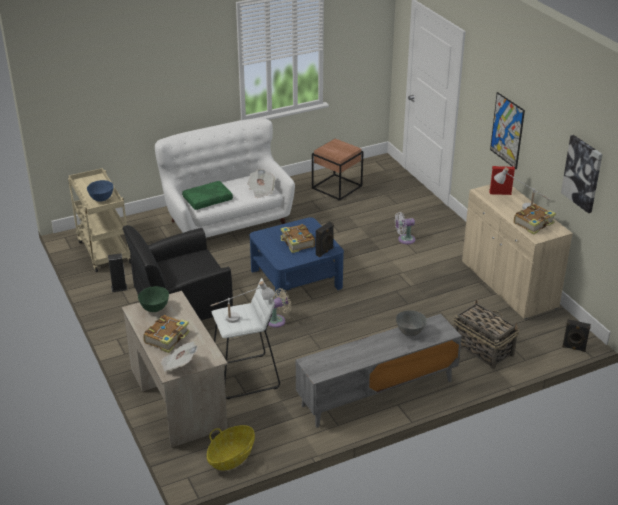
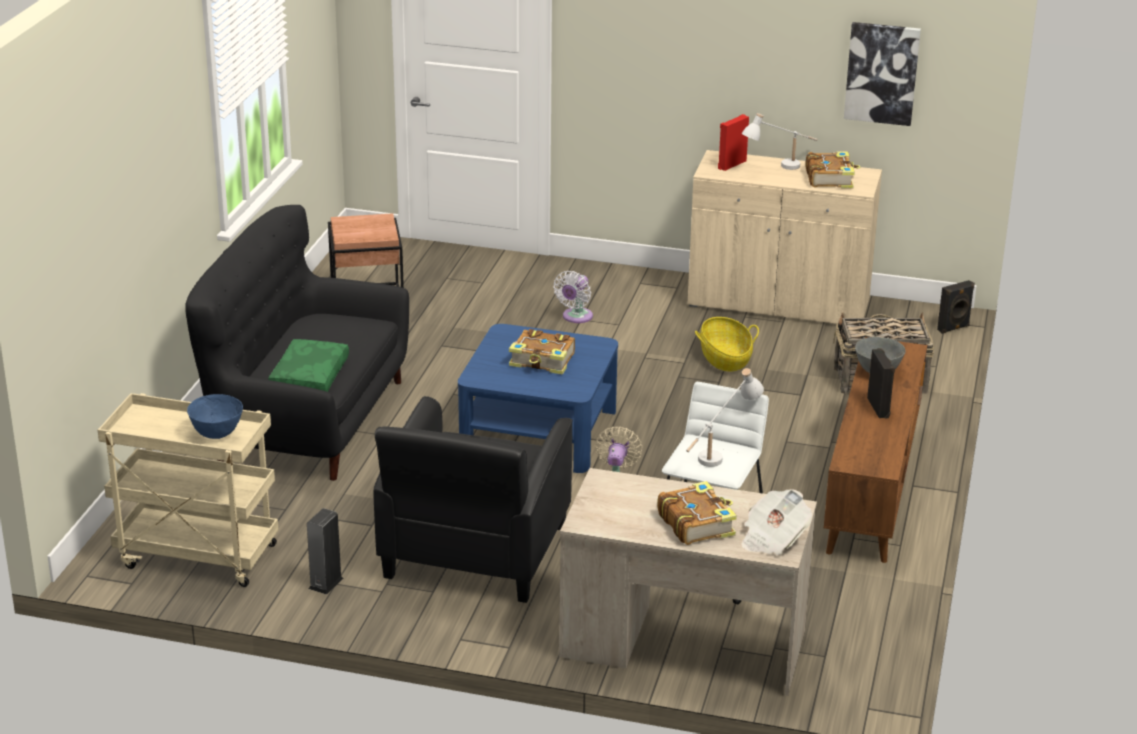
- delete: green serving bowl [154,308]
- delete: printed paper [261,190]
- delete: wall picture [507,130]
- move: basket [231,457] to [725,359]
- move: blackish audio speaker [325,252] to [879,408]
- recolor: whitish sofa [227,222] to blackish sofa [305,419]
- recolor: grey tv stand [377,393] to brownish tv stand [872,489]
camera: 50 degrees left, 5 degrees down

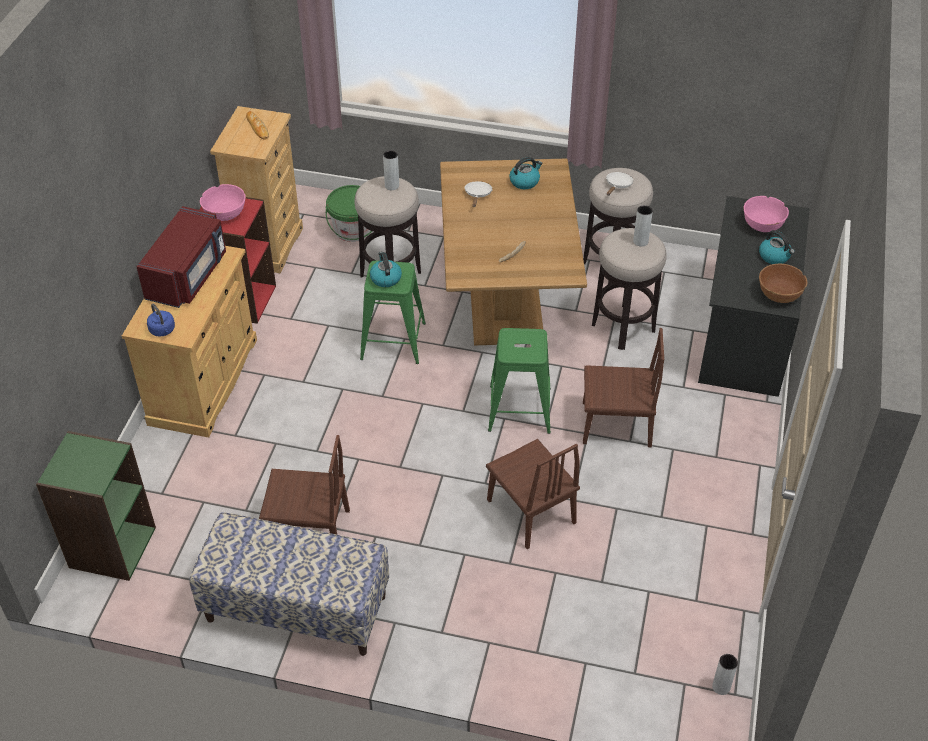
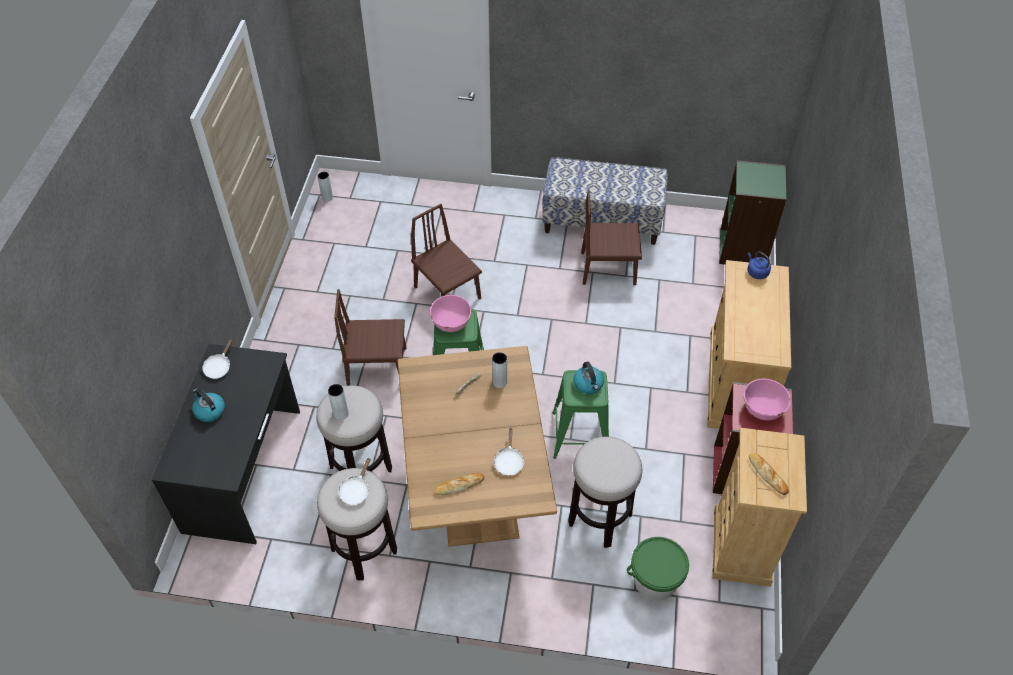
- delete: red microwave oven [188,276]
- move: grey flower vase [392,186] to [499,382]
- move: pinkish serving bowl [762,225] to [451,322]
- replace: water kettle [524,181] to baked bread [459,485]
- replace: brownish serving bowl [779,294] to whitish skillet [219,366]
camera: 175 degrees right, 5 degrees up

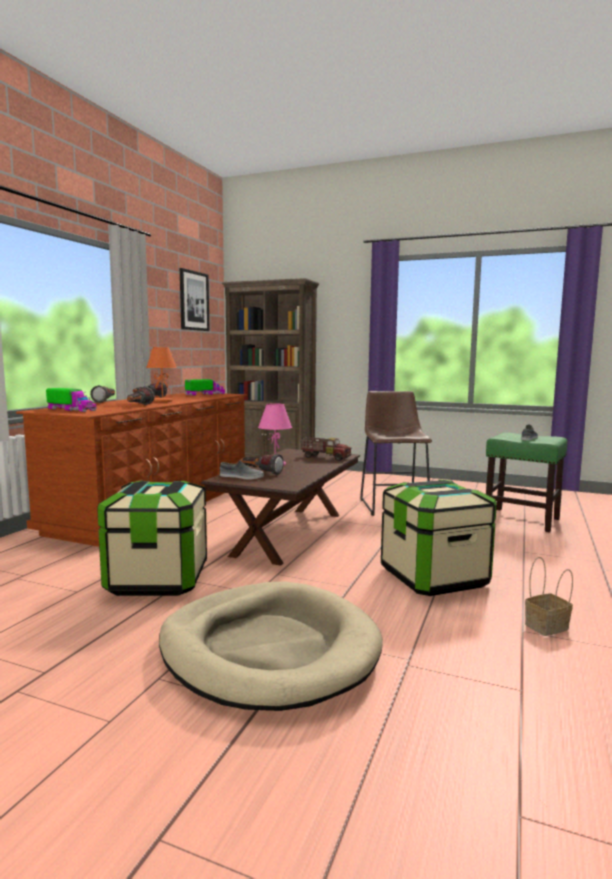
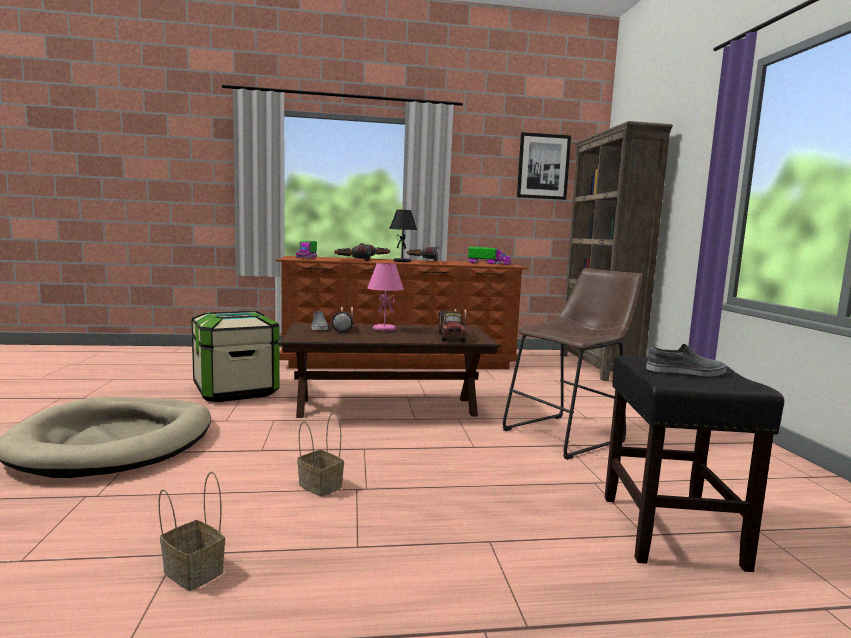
- replace: storage box [434,577] to basket [318,486]
- recolor: orange-coloured lamp for a table [163,401] to blackish lamp for a table [402,261]
- recolor: green sitting stool [520,519] to blackish sitting stool [668,529]
camera: 60 degrees right, 0 degrees up

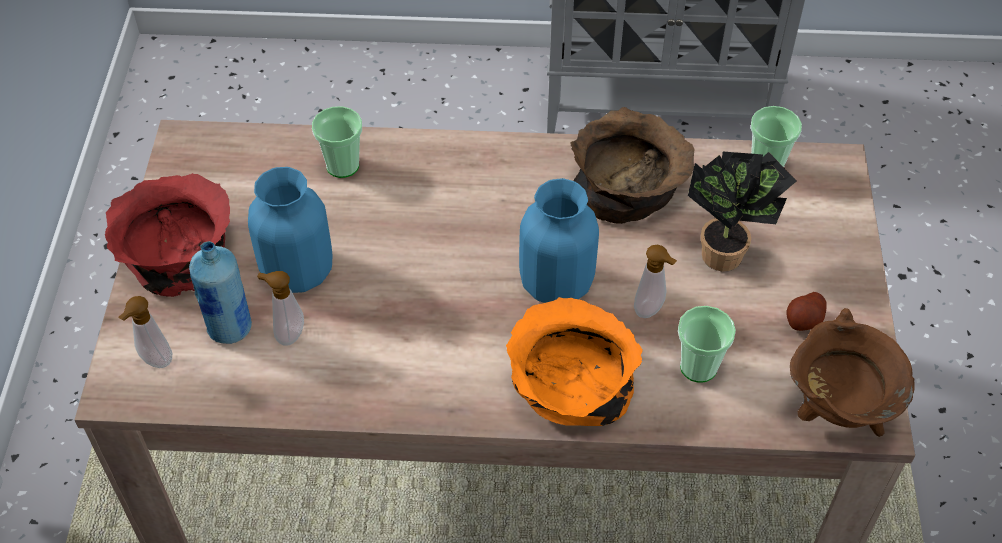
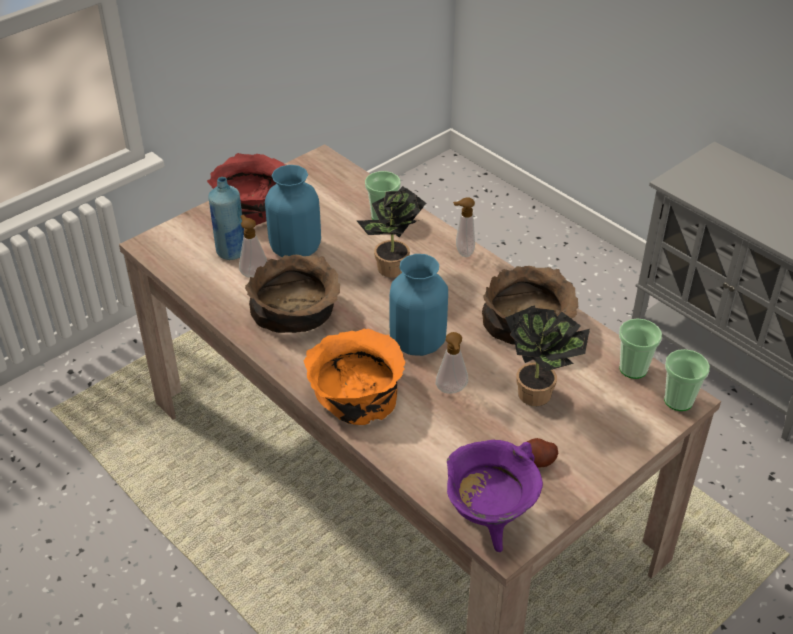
- insert: brownish serving bowl [296,312]
- insert: plant in a pot [393,271]
- move: soap dispenser [154,361] to [462,252]
- move: cup [698,367] to [678,401]
- recolor: brownish saucepot [837,412] to purplish saucepot [489,520]
camera: 45 degrees right, 10 degrees down

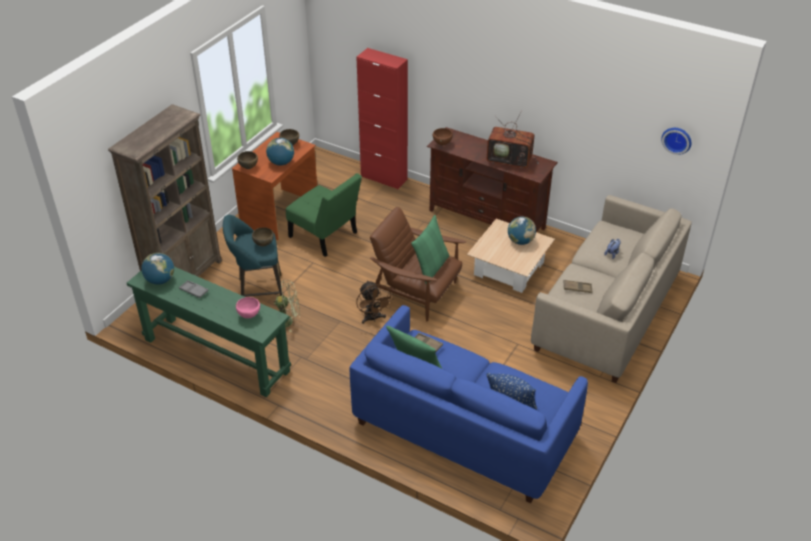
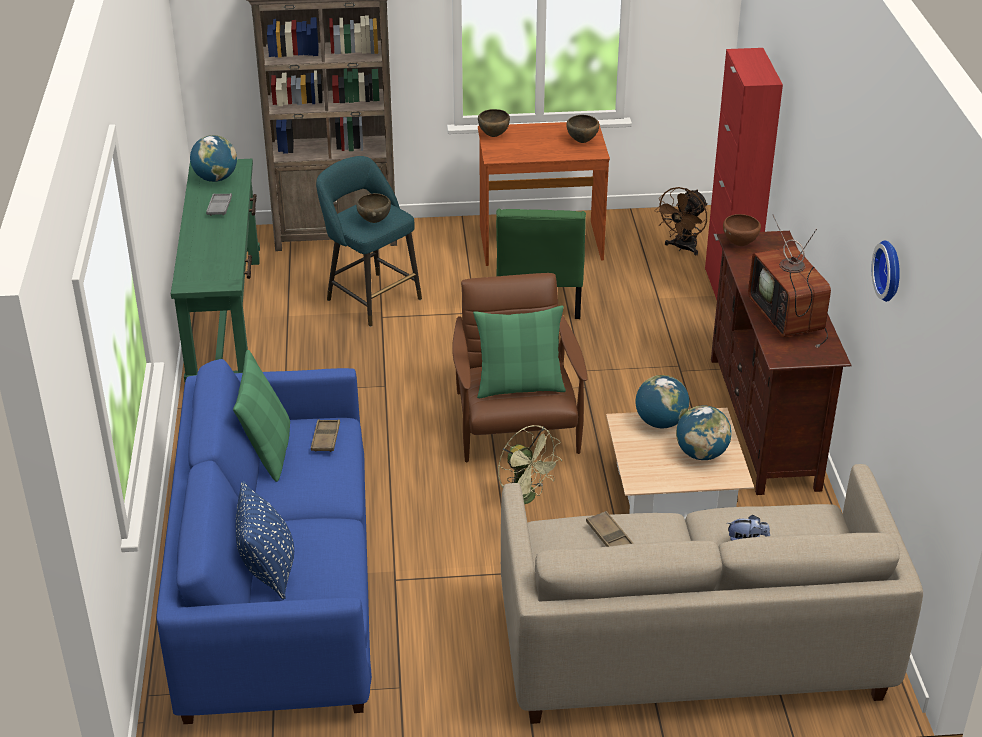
- delete: pinkish serving bowl [249,316]
- move: desk globe [281,163] to [660,422]
- move: green electric fan [288,320] to [526,498]
- move: brownish electric fan [373,318] to [682,248]
- move: hanging clock [677,139] to [891,270]
camera: 55 degrees right, 5 degrees down

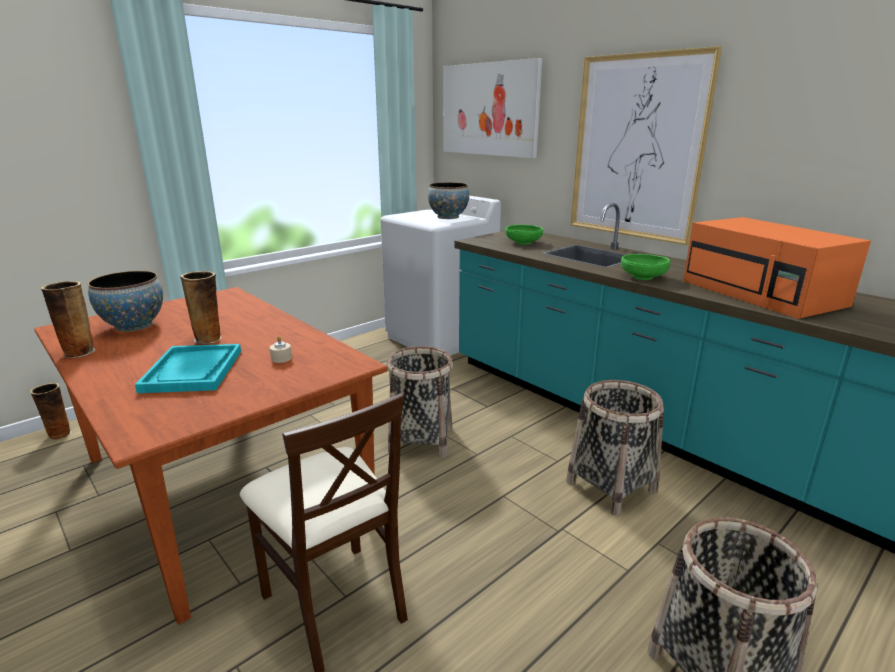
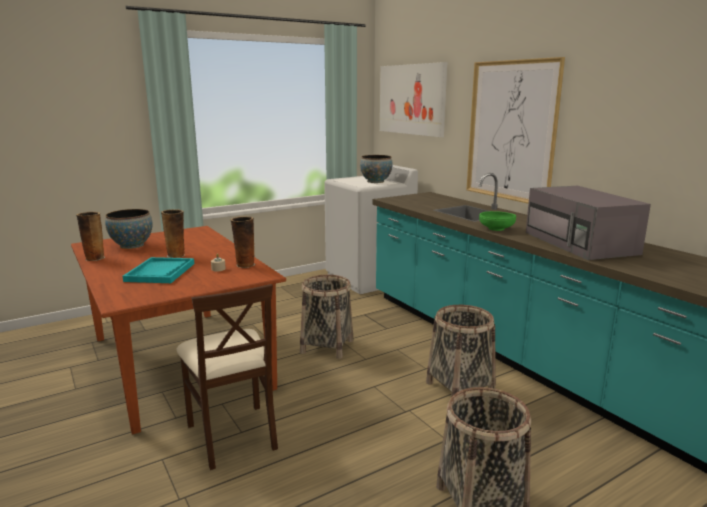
- delete: green serving bowl [523,243]
- move: flower vase [58,435] to [244,265]
- recolor: orange-coloured microwave oven [763,293] to grey microwave oven [580,243]
camera: 10 degrees right, 5 degrees down

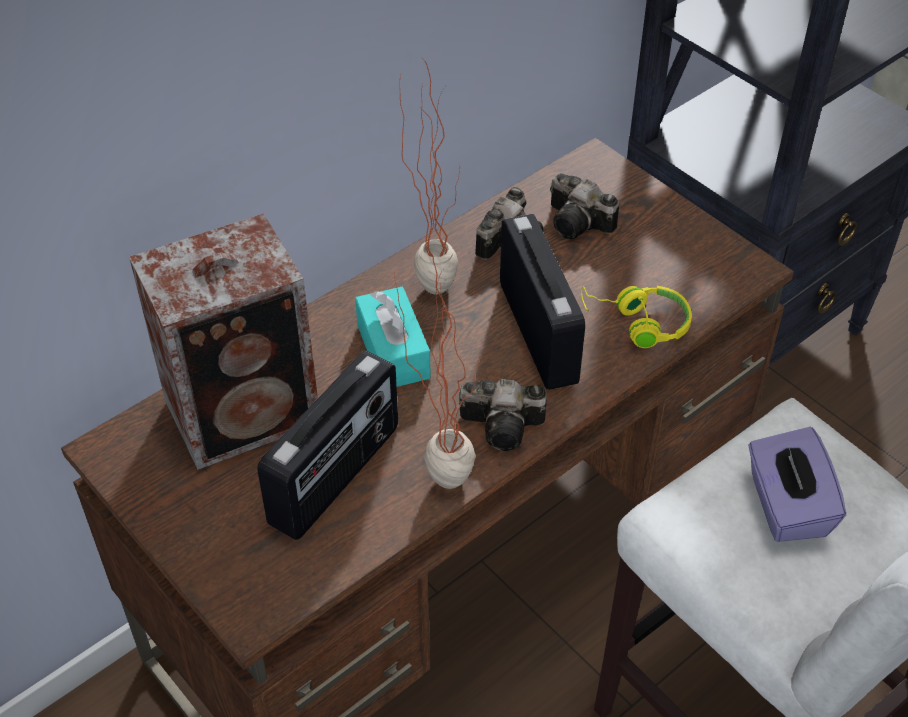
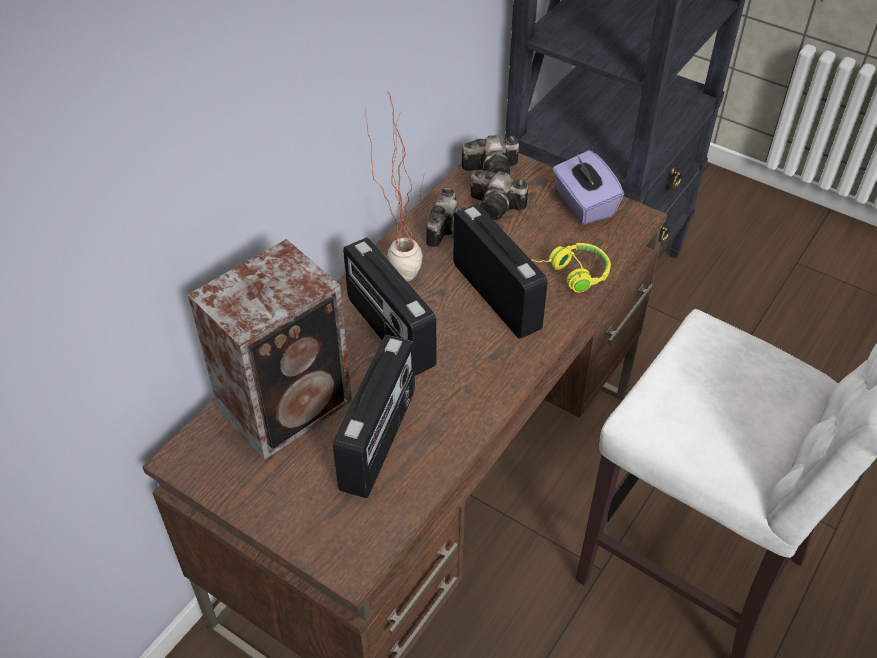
- delete: plant in a pot [440,469]
- move: still camera [506,426] to [494,169]
- move: purplish tissue box [786,506] to [583,204]
- replace: turquoise tissue box [393,351] to radio receiver [389,333]
camera: 15 degrees left, 0 degrees up

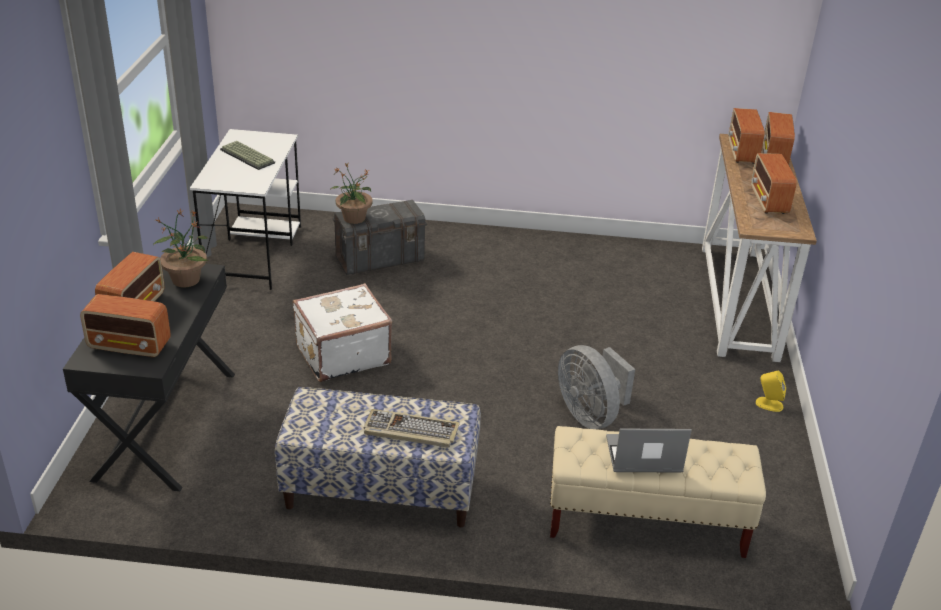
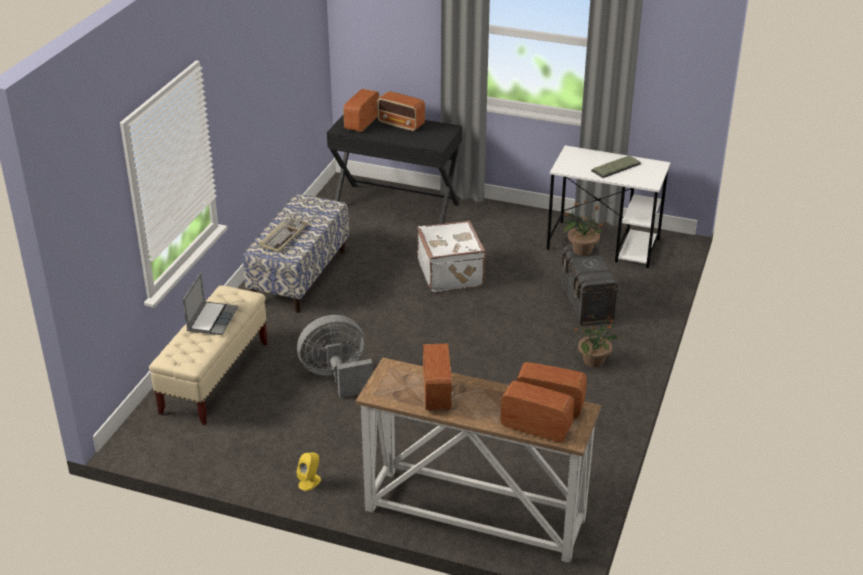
- move: plant in a pot [186,279] to [594,361]
- rotate: radio receiver [768,201] = [437,392] 75 degrees clockwise
camera: 105 degrees right, 0 degrees up

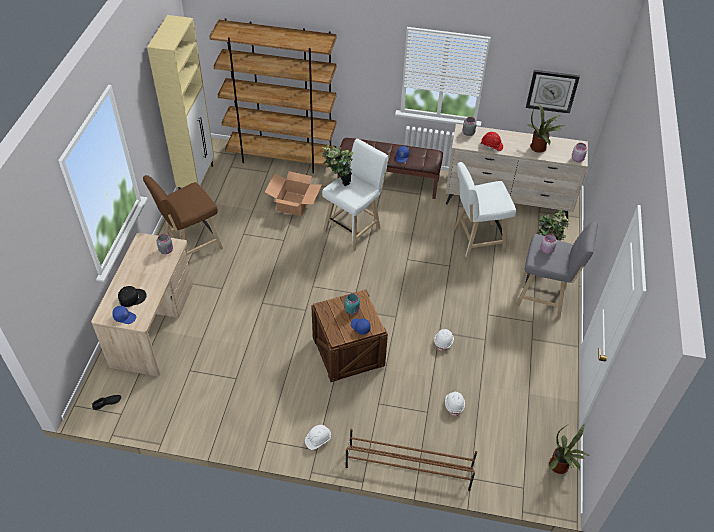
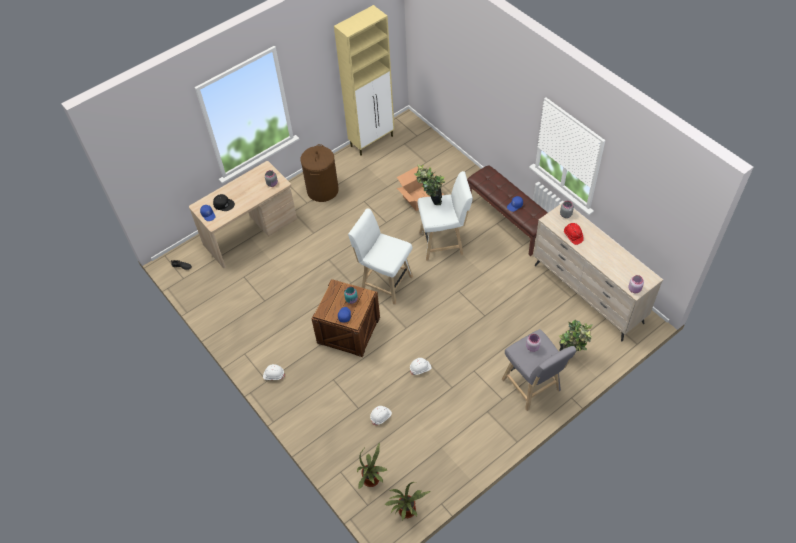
- delete: brownish bookcase [282,158]
- delete: brownish shoe rack [408,468]
- delete: hanging clock [552,91]
- move: whitish sitting stool [476,240] to [384,282]
- move: plant in a pot [539,147] to [372,480]
- replace: brownish sitting stool [191,246] to brownish washing basket [322,190]
camera: 45 degrees right, 5 degrees up

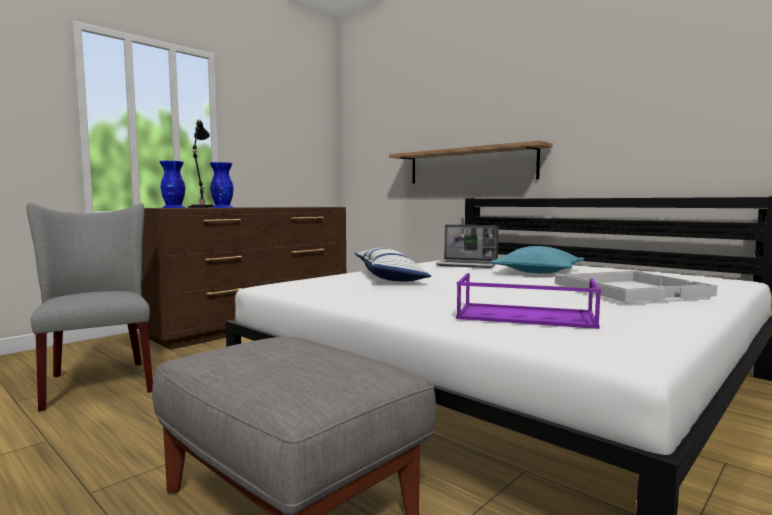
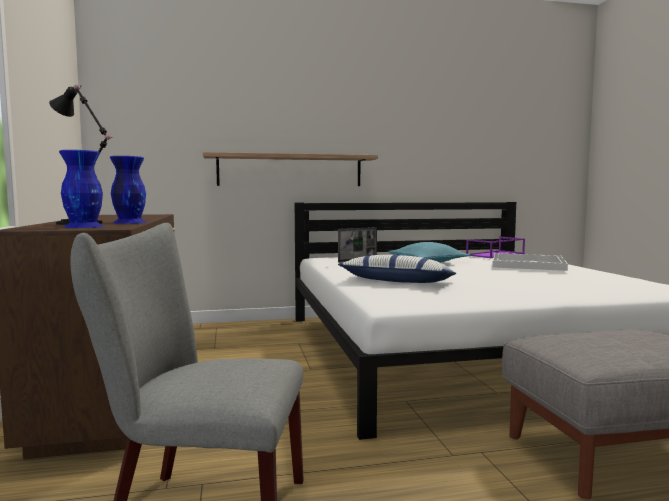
- move: purplish carrying tray [524,316] to [495,254]
camera: 55 degrees left, 0 degrees up

